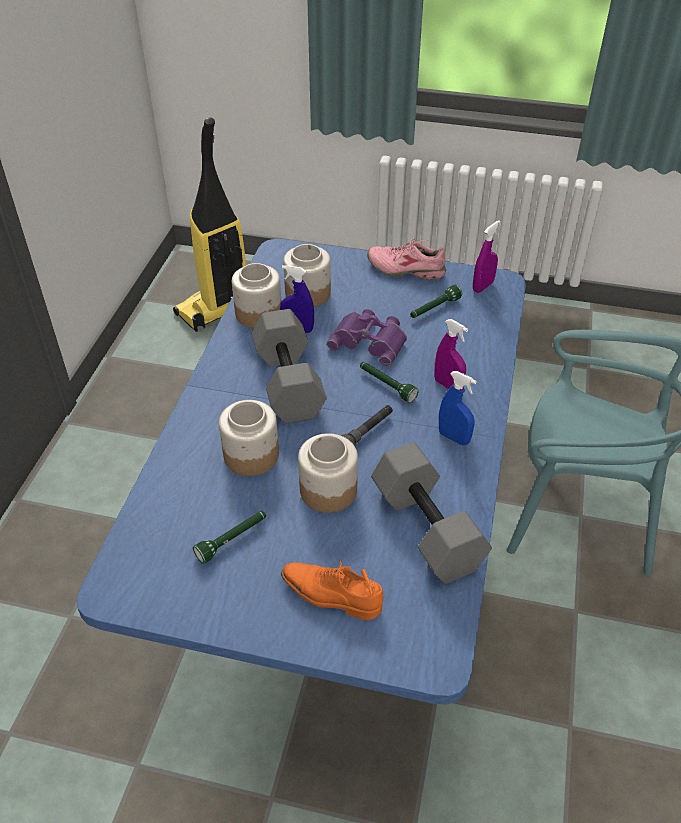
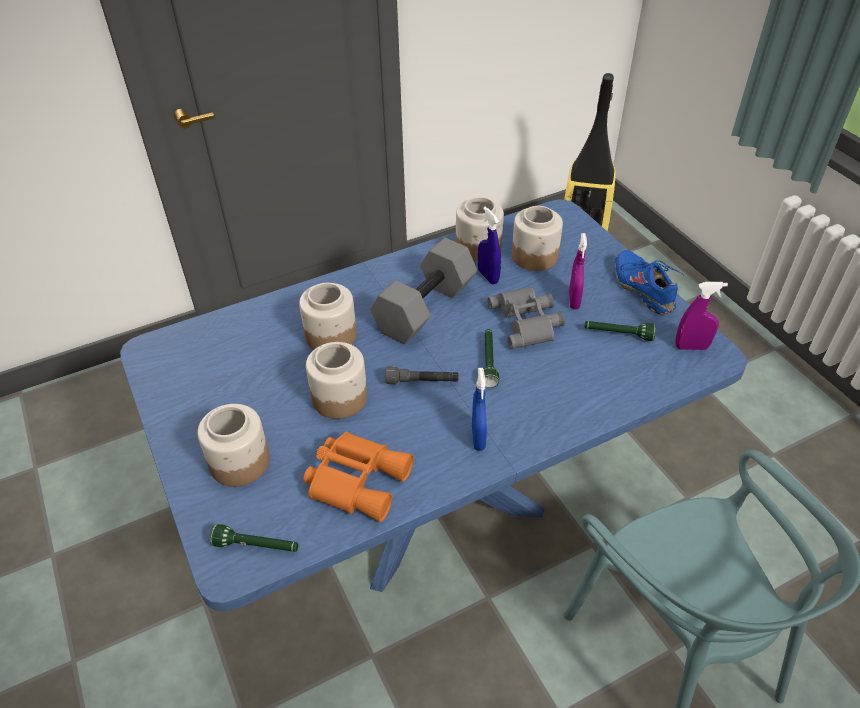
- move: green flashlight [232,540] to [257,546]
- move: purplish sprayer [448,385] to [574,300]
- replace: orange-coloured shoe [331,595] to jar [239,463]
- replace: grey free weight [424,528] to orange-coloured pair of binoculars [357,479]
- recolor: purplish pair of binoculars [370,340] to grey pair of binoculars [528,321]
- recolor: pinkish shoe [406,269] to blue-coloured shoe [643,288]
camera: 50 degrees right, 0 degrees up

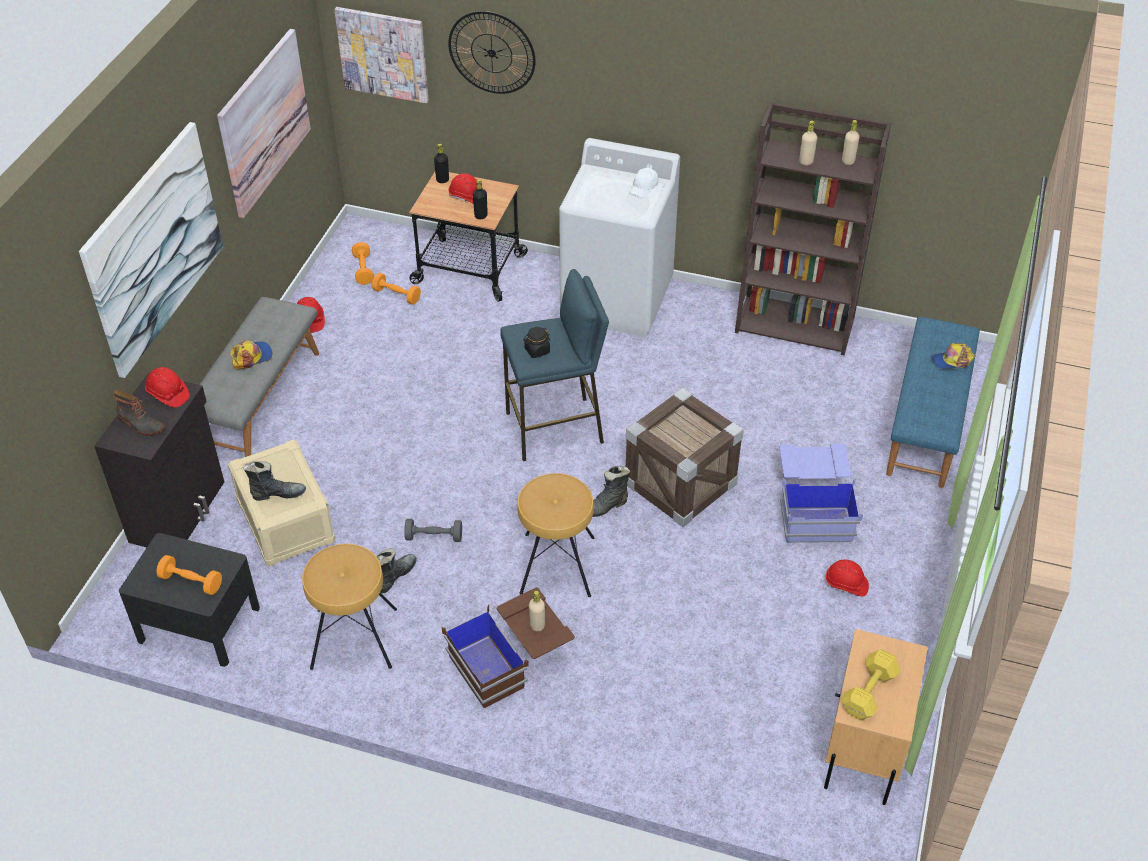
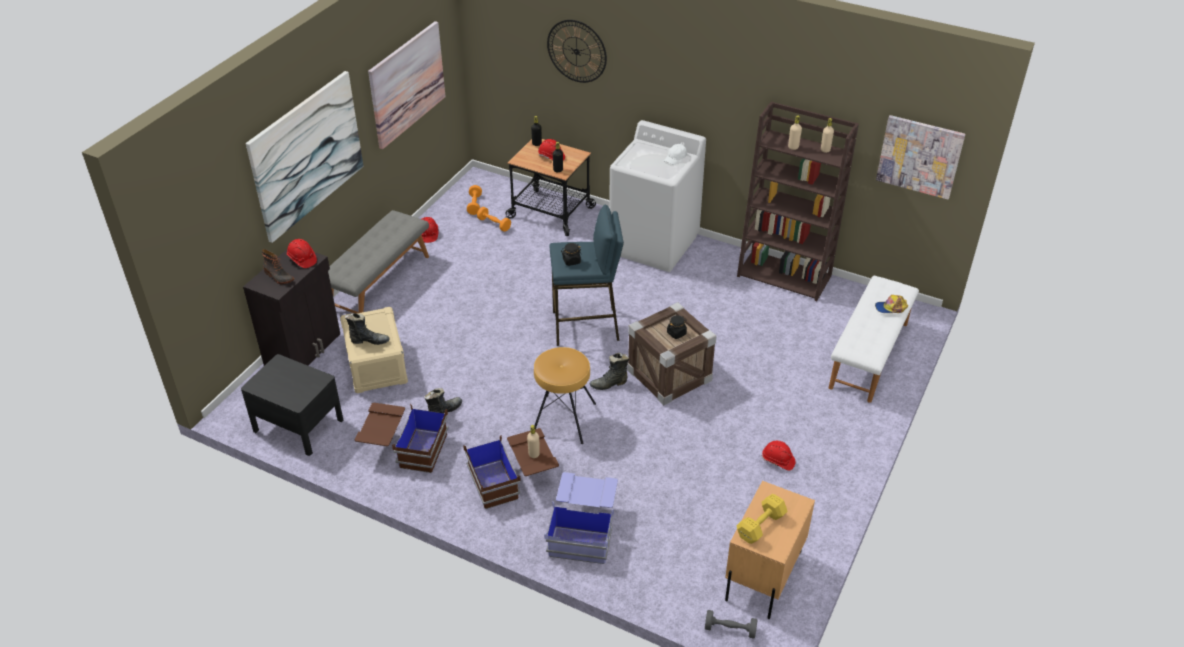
- delete: orange-coloured free weight [191,582]
- delete: cap [251,356]
- insert: blackish jar [676,333]
- move: wall picture [383,54] to [919,156]
- move: grey free weight [434,537] to [730,629]
- move: blue-coloured storage box [813,507] to [583,529]
- replace: brownish sitting stool [354,637] to brownish storage box [404,448]
- recolor: blue-coloured indoor bench [927,422] to whitish indoor bench [869,355]
camera: 10 degrees right, 5 degrees down

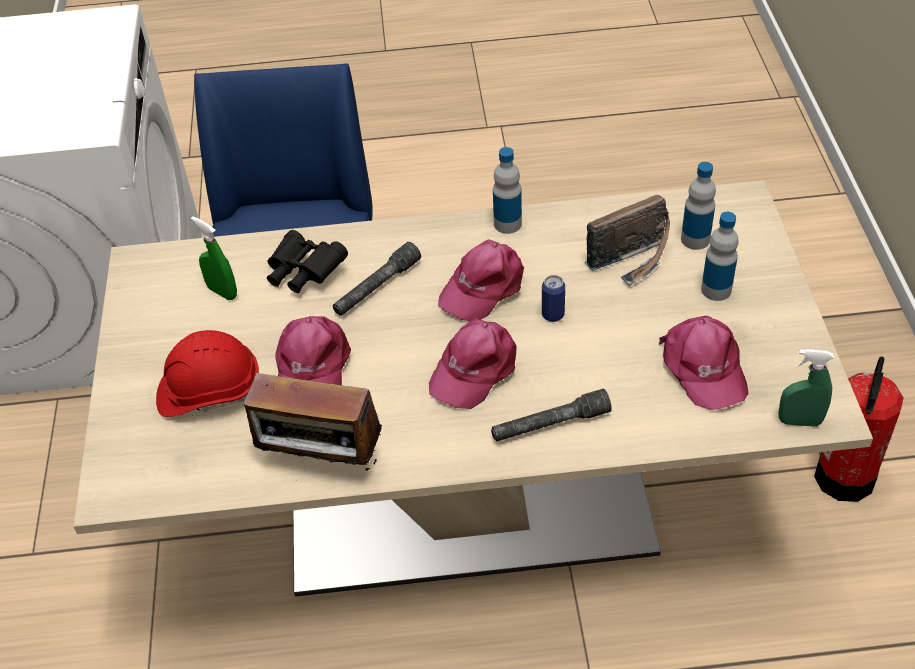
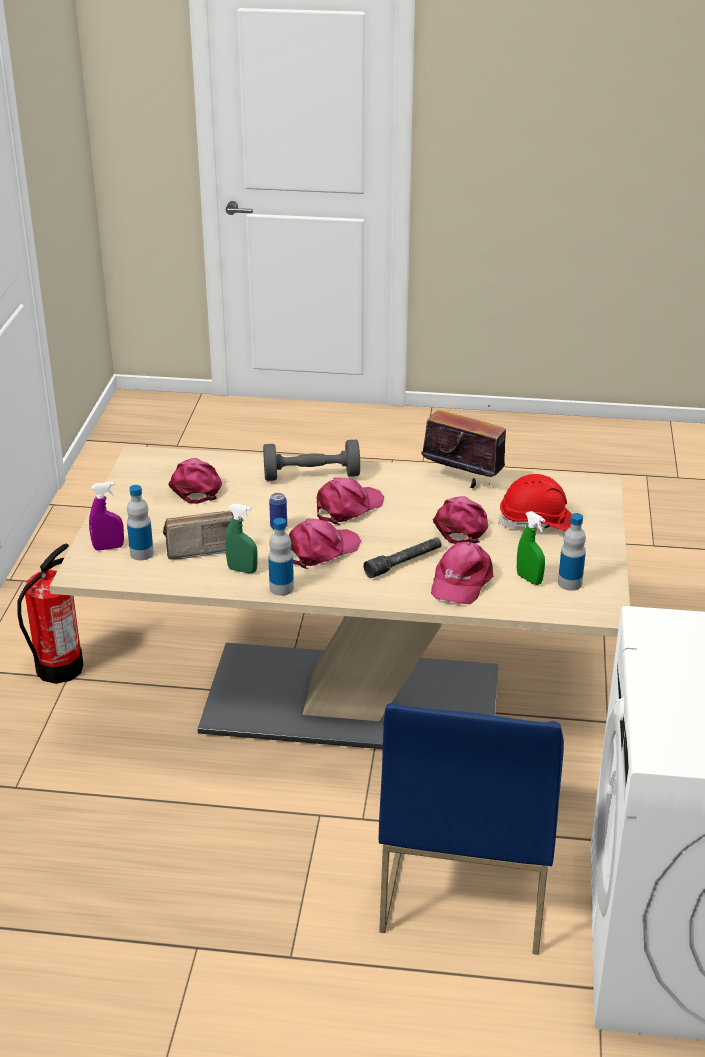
- insert: purplish sprayer [108,547]
- move: bottle [716,290] to [570,583]
- move: green sprayer [799,421] to [242,570]
- replace: blackish pair of binoculars [304,273] to pinkish cap [461,581]
- replace: grey flashlight [550,424] to grey free weight [311,476]
camera: 170 degrees left, 15 degrees down

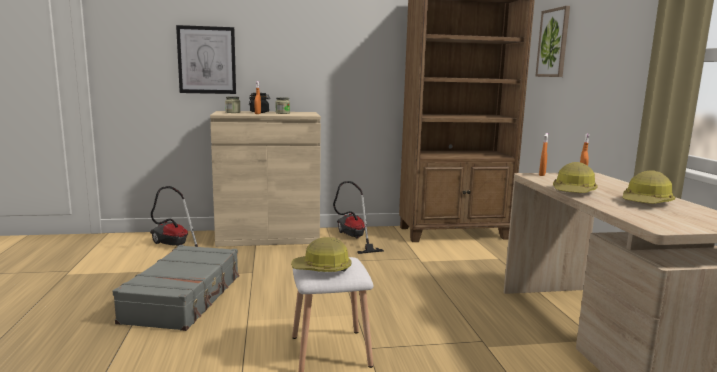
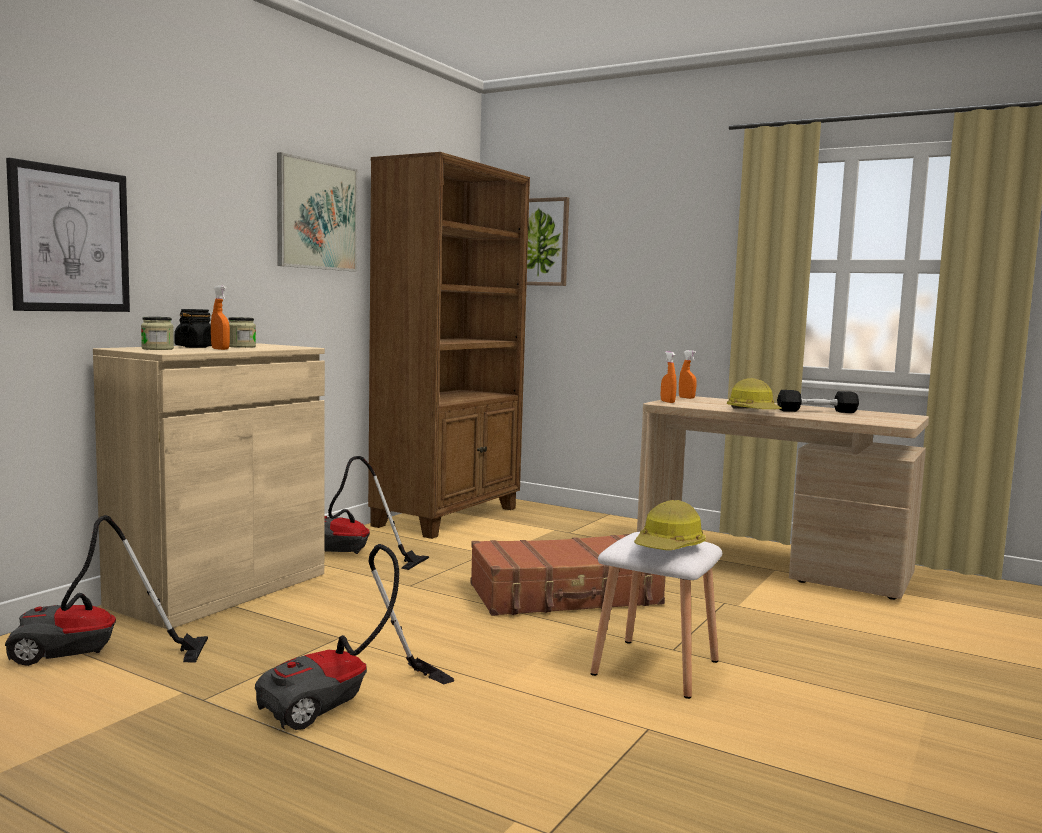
- insert: wall picture [317,215]
- insert: brownish suitcase [566,595]
- replace: grey suitcase [184,298] to hoover [345,704]
- replace: safety helmet [646,202] to blackish free weight [816,411]
camera: 50 degrees left, 5 degrees down

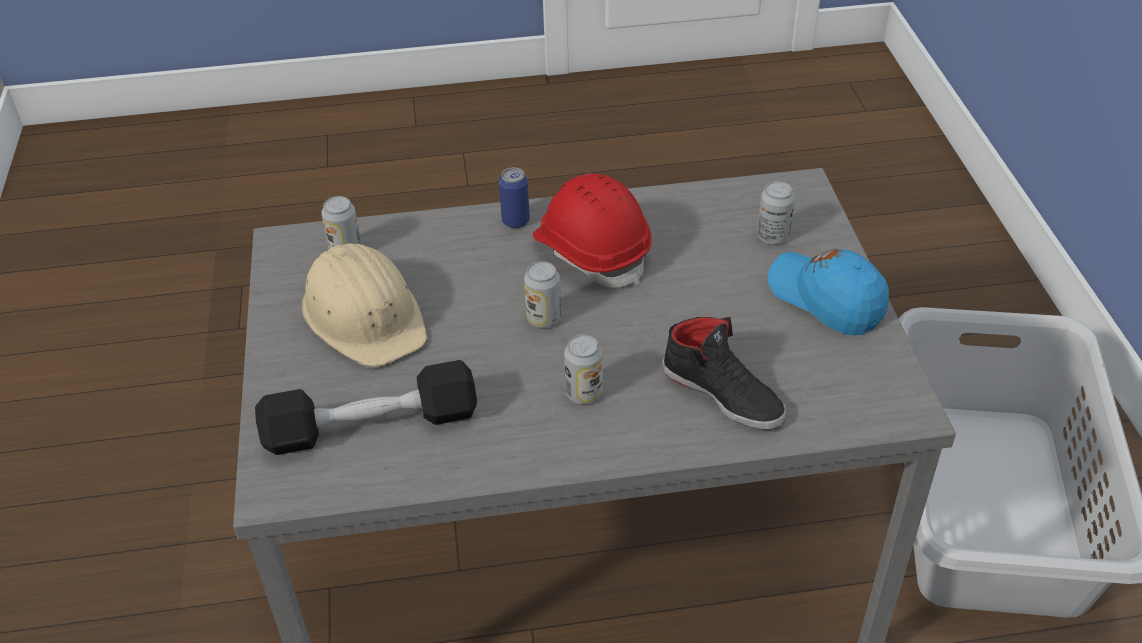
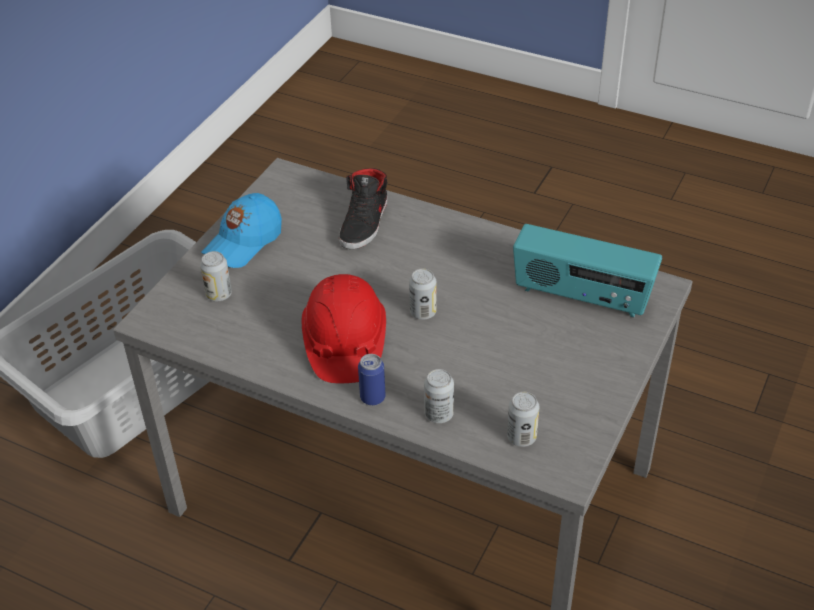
- delete: sand-coloured safety helmet [365,315]
- move: metal can [584,393] to [439,414]
- replace: blackish free weight [371,425] to radio receiver [581,297]
- rotate: blackish shoe [723,392] = [365,223] 150 degrees counterclockwise
- rotate: blue-coloured cap [826,299] = [244,242] 45 degrees clockwise
camera: 145 degrees left, 0 degrees up

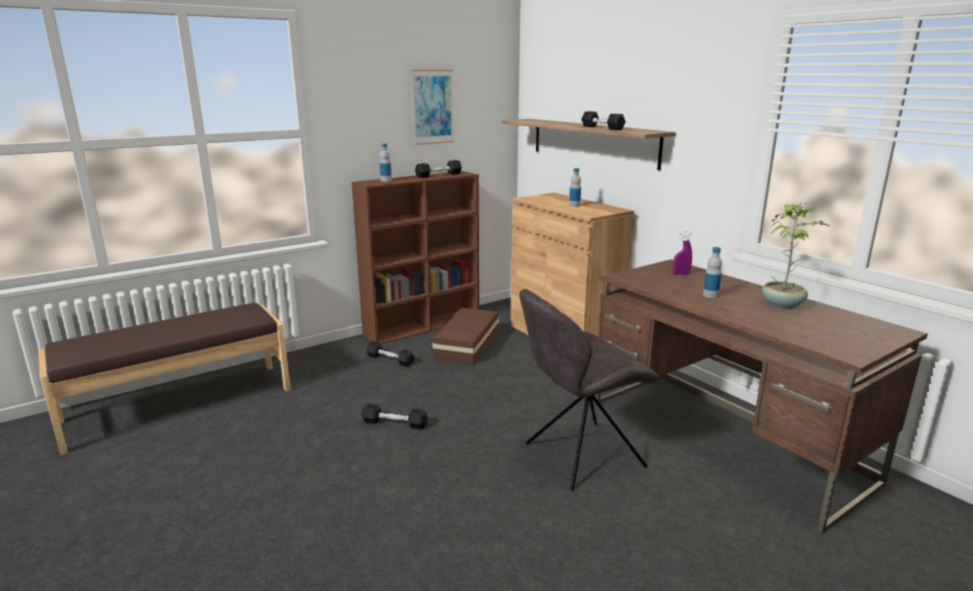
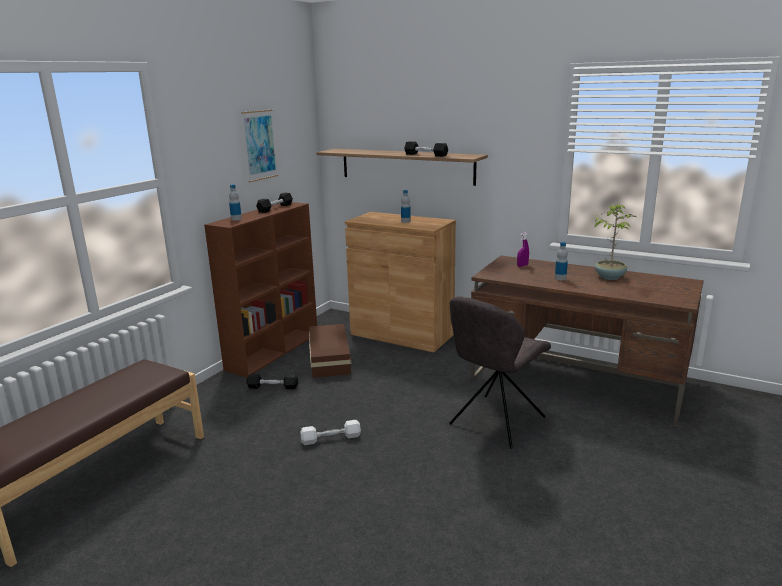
- recolor: blackish free weight [395,423] to whitish free weight [331,438]
camera: 25 degrees left, 0 degrees up

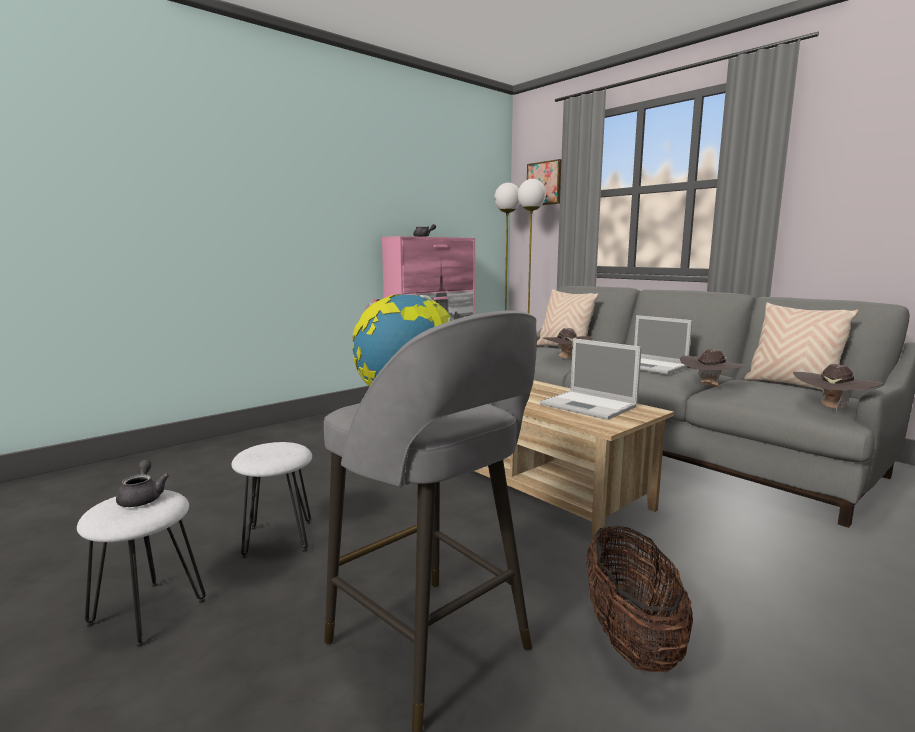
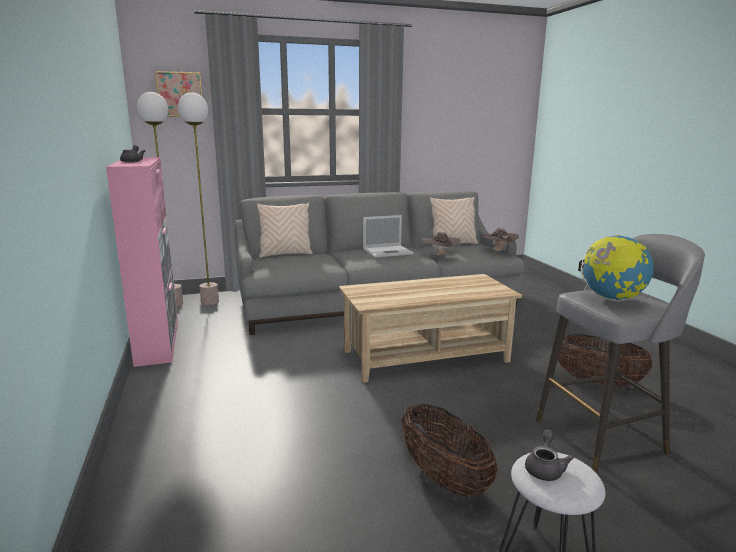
- delete: notebook computer [590,406]
- delete: brownish hat [566,358]
- replace: whitish sitting stool [278,538] to basket [443,478]
- rotate: grey teapot [142,498] = [545,468] 105 degrees clockwise
camera: 65 degrees left, 5 degrees up

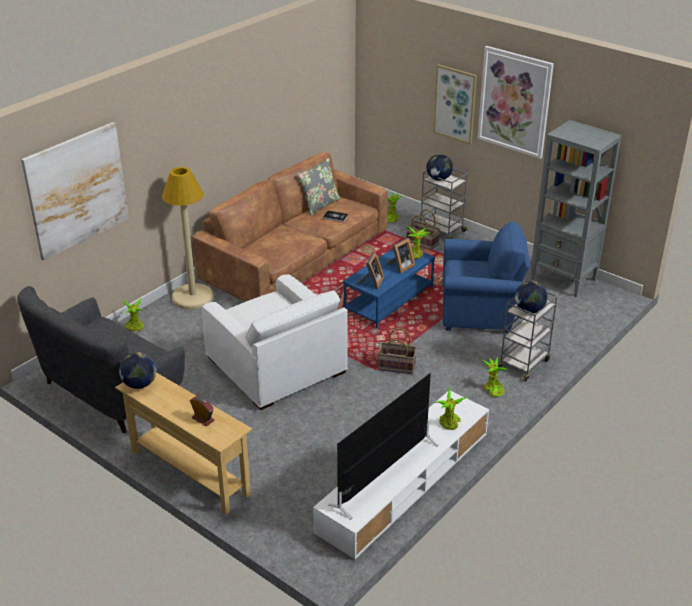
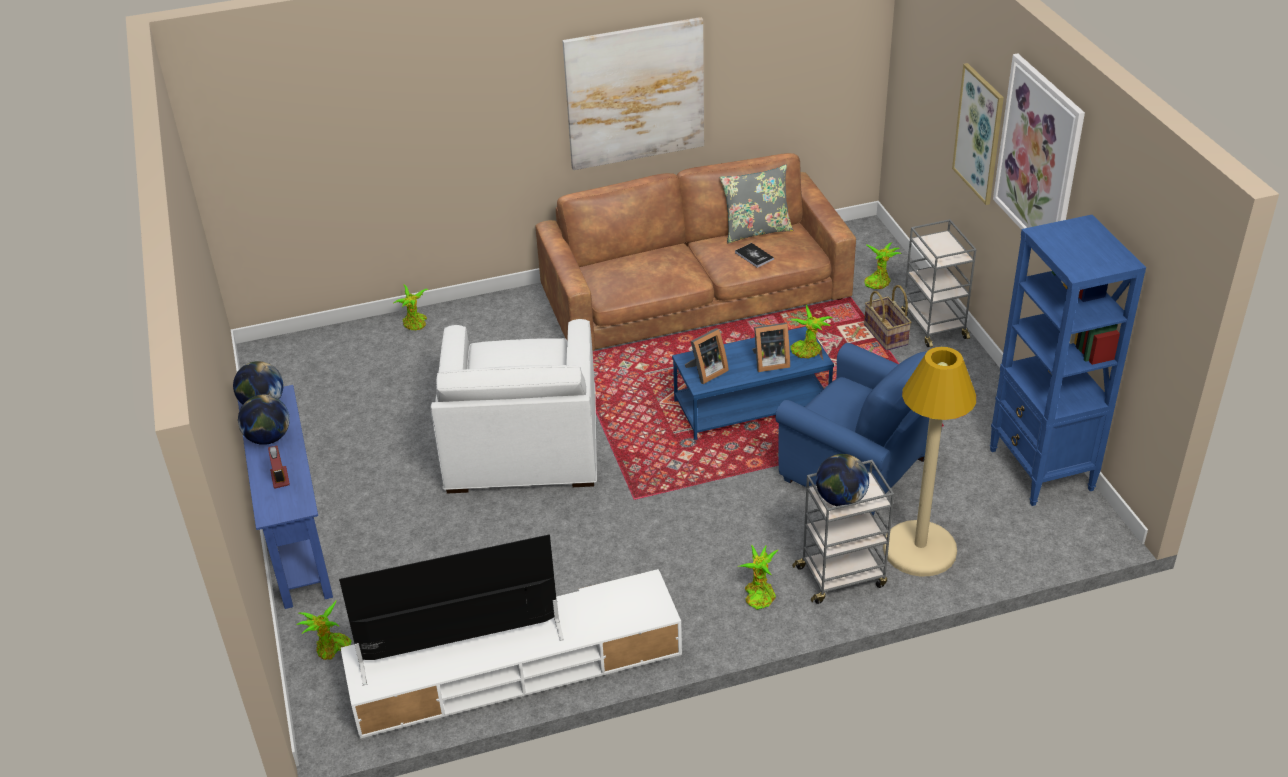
- delete: grey sofa [109,391]
- delete: basket [396,367]
- move: wall picture [77,190] to [635,93]
- move: sand-coloured floor lamp [193,297] to [919,549]
- move: desk globe [439,179] to [268,438]
- move: plant in a pot [449,424] to [331,649]
- recolor: sand-coloured console table [189,473] to blue-coloured console table [296,538]
- recolor: grey bookcase [563,279] to blue-coloured bookcase [1041,470]
camera: 35 degrees right, 5 degrees up

